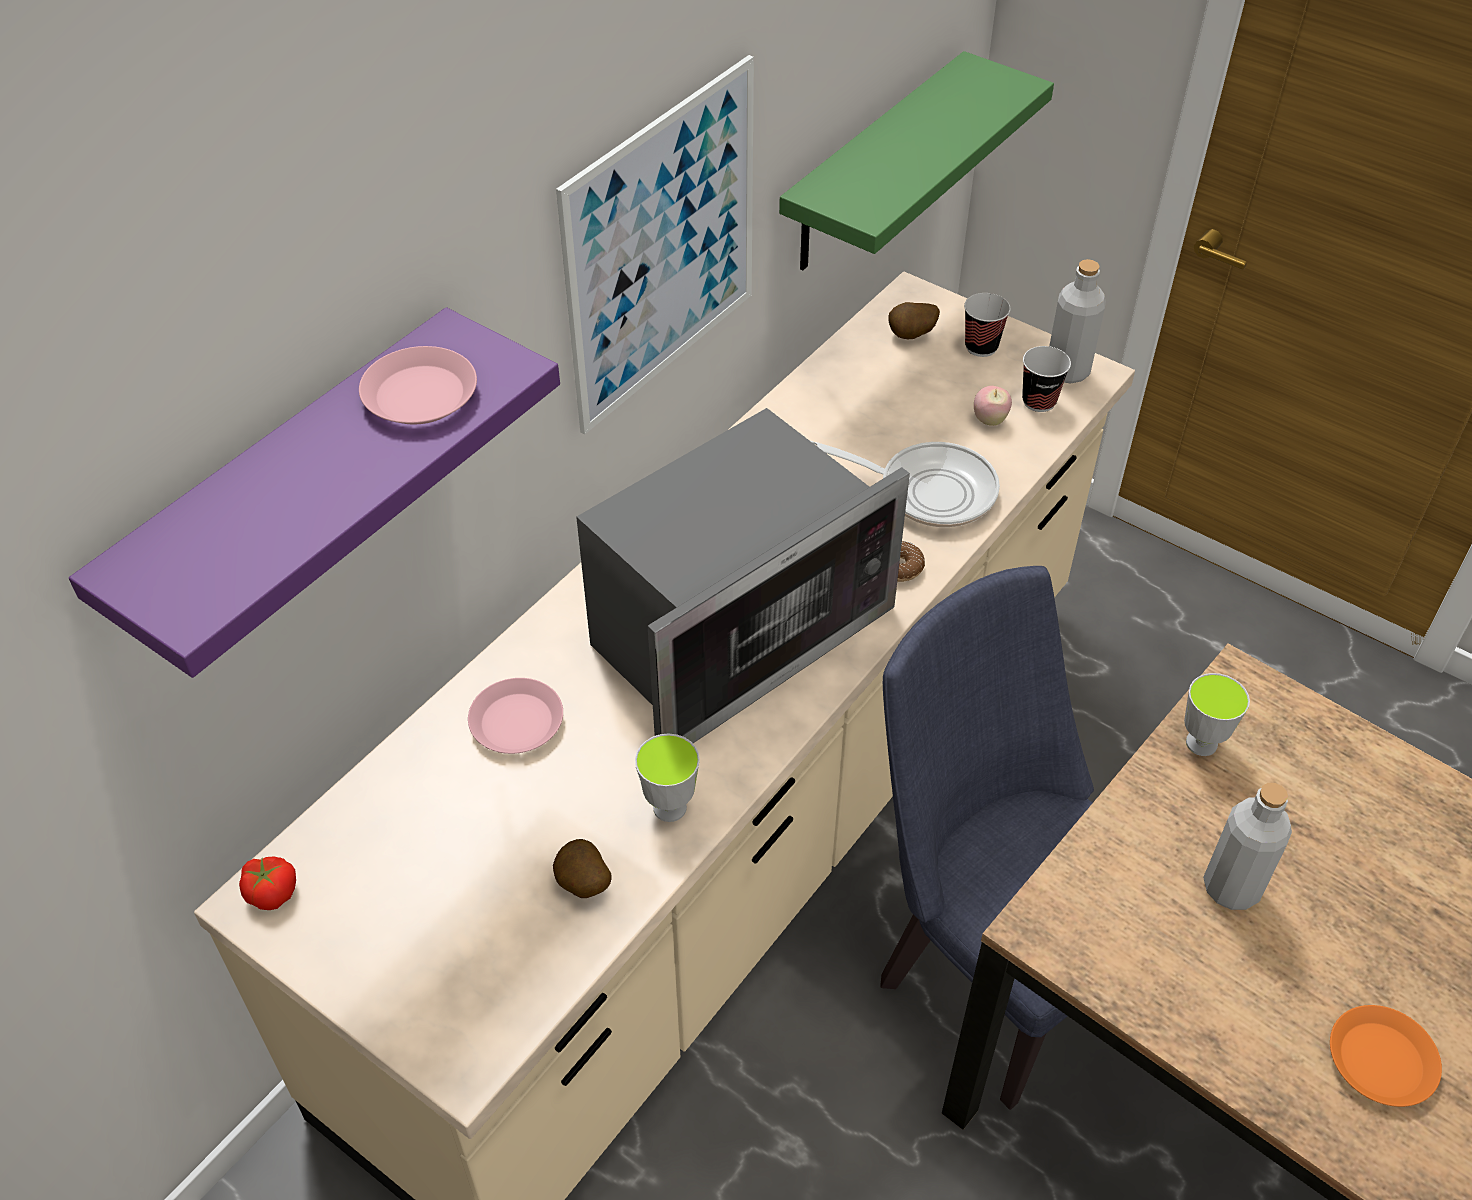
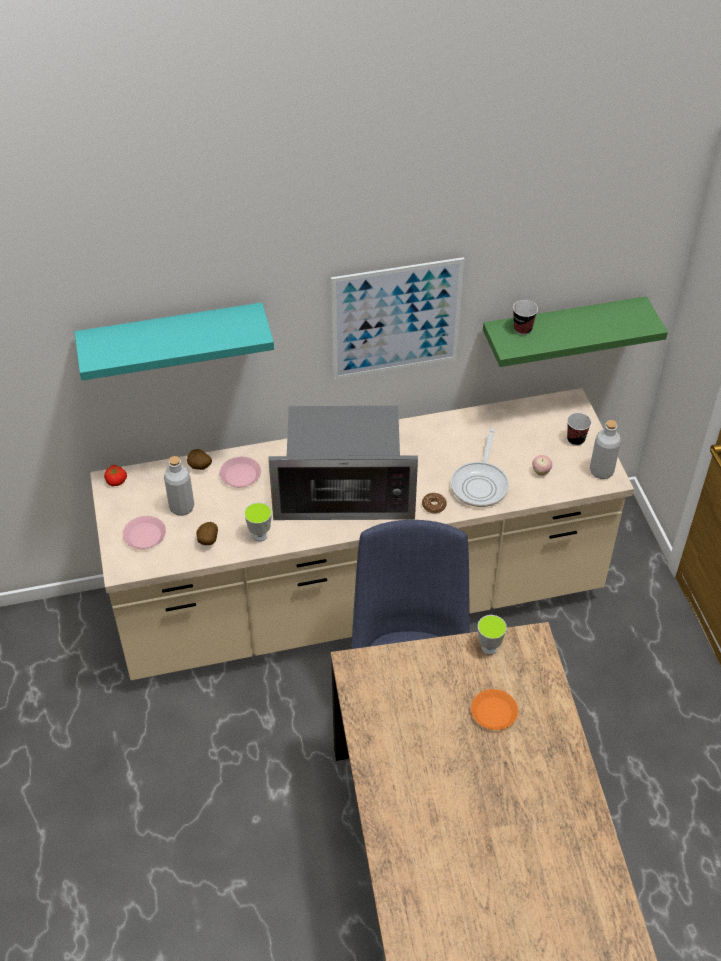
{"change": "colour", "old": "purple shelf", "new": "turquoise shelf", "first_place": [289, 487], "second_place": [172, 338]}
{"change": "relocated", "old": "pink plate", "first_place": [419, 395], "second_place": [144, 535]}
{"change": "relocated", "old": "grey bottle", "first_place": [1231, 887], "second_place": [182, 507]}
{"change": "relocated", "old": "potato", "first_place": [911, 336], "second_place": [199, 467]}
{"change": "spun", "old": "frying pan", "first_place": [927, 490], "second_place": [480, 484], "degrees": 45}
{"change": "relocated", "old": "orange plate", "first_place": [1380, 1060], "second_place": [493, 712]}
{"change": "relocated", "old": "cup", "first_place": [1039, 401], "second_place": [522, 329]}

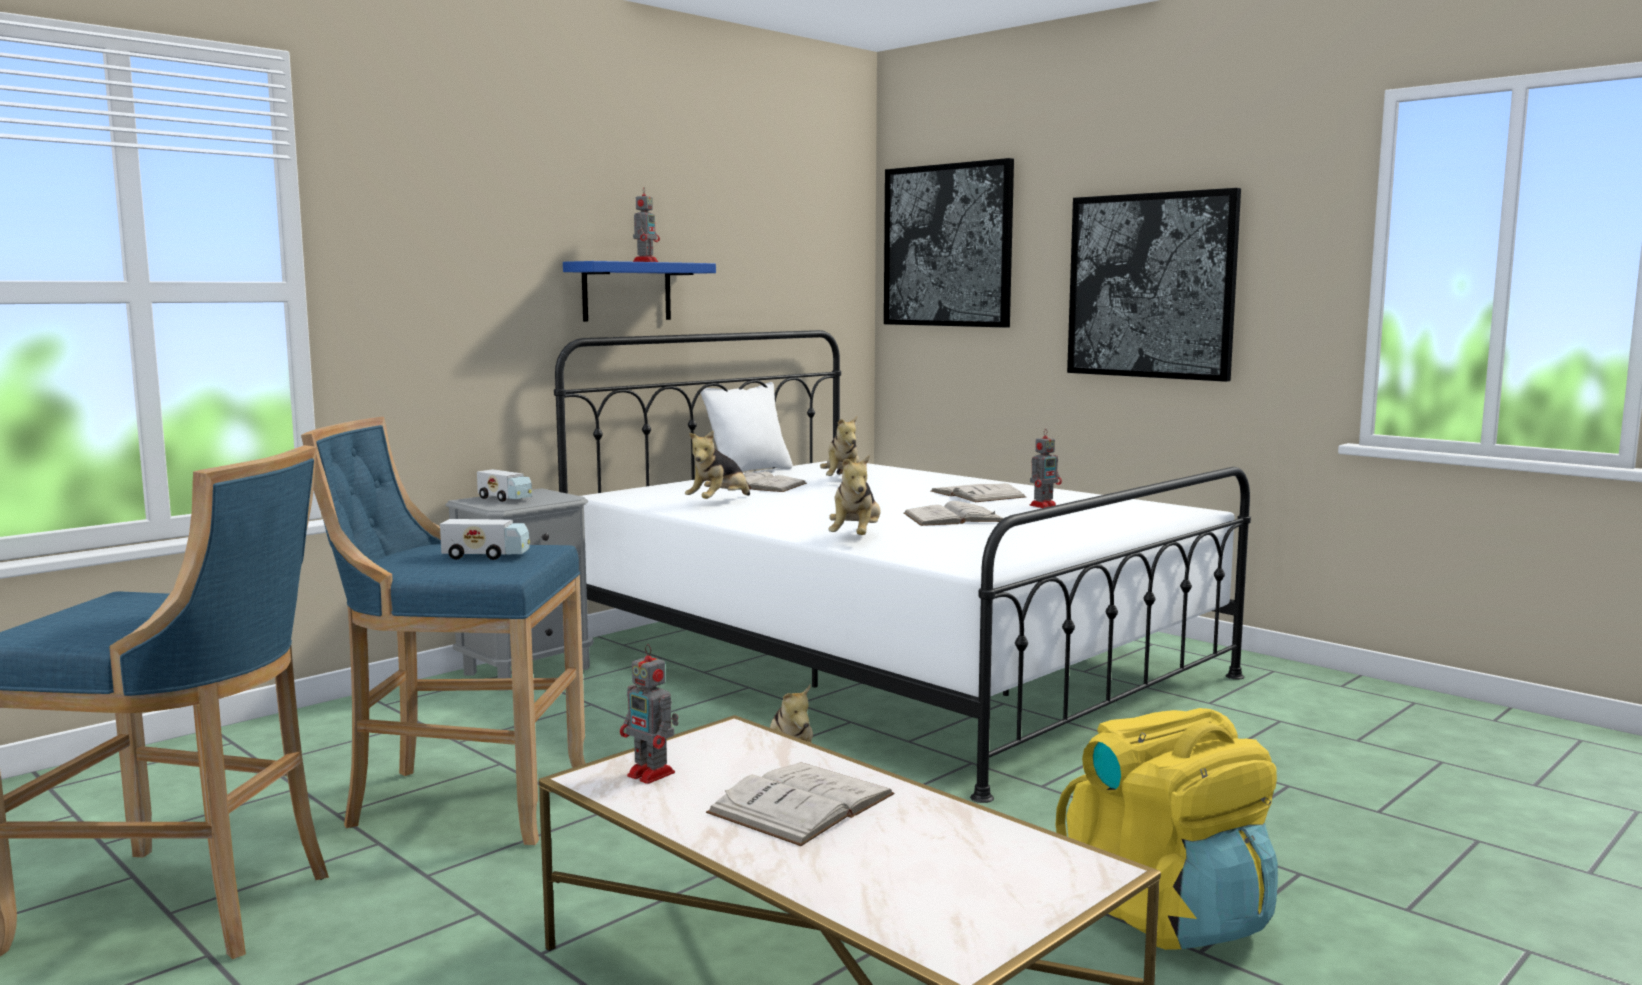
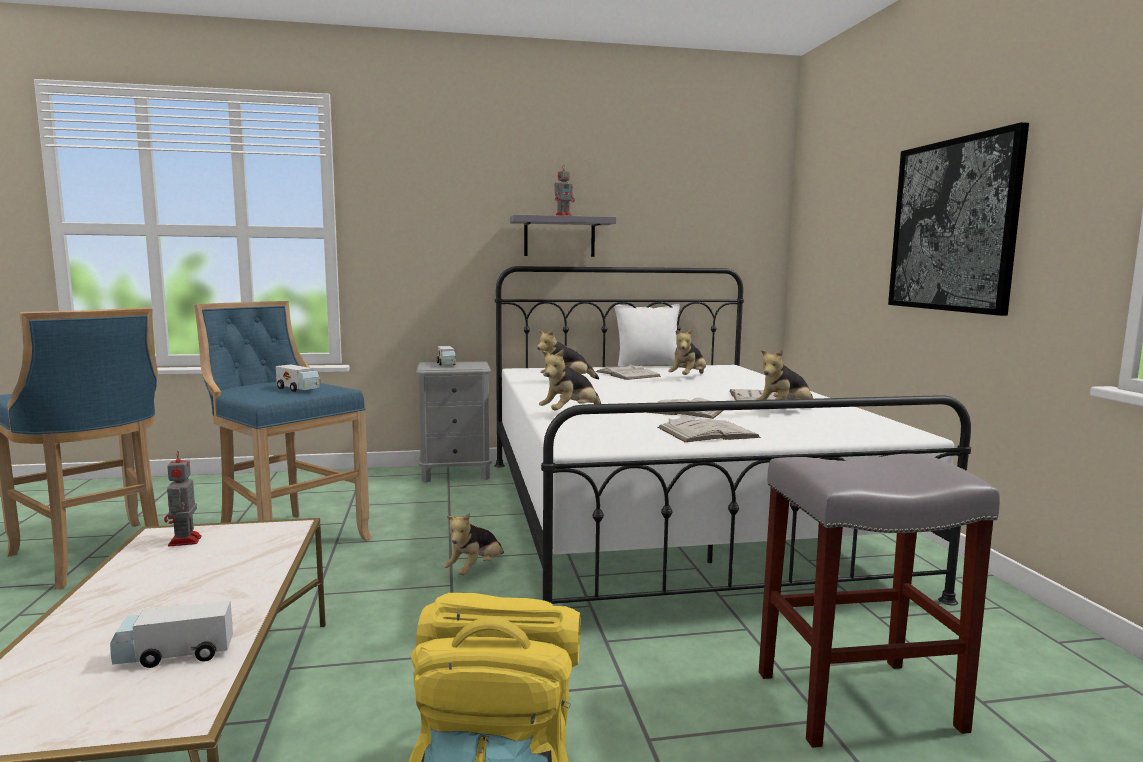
{"change": "appeared", "new": "toy truck", "second_place": [174, 654]}
{"change": "colour", "old": "blue shelf", "new": "grey shelf", "first_place": [626, 291], "second_place": [559, 237]}
{"change": "relocated", "old": "white book", "first_place": [802, 803], "second_place": [707, 432]}
{"change": "exchanged", "old": "toy robot", "new": "plush toy", "first_place": [1044, 505], "second_place": [784, 412]}
{"change": "appeared", "new": "grey stool", "second_place": [859, 700]}
{"change": "missing", "old": "picture", "first_place": [947, 245]}

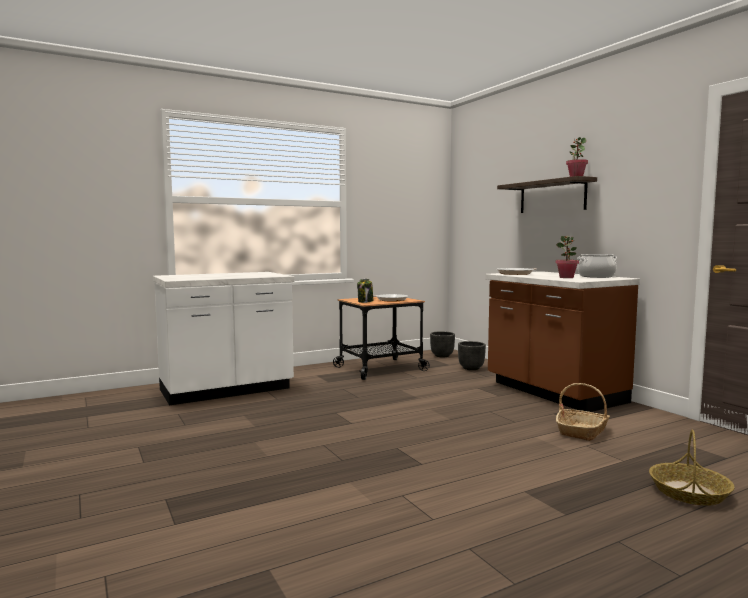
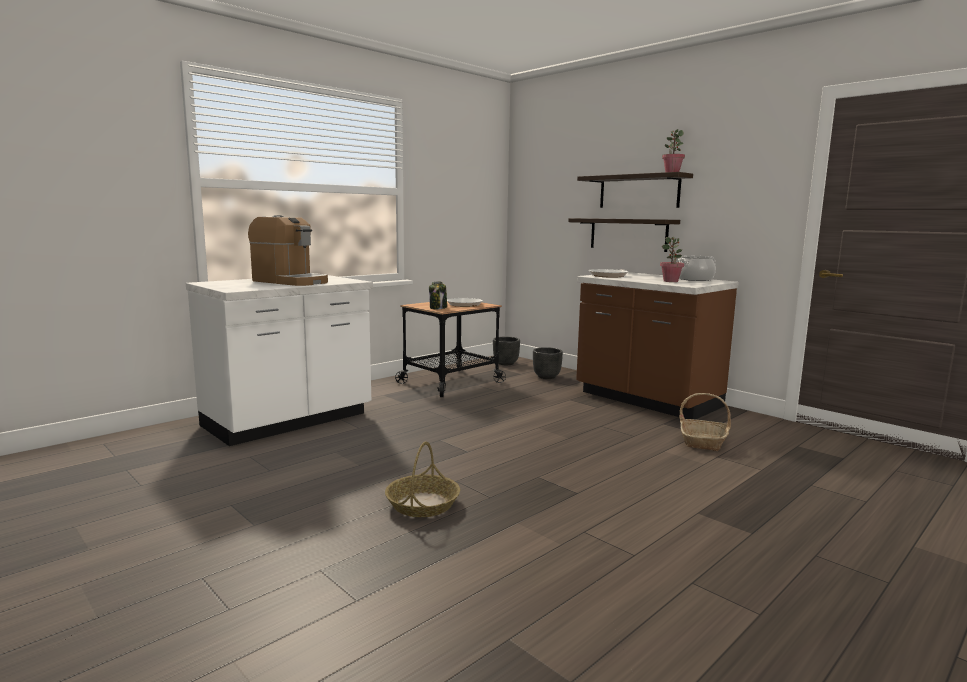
{"change": "appeared", "new": "coffee machine", "second_place": [290, 281]}
{"change": "relocated", "old": "basket", "first_place": [689, 492], "second_place": [423, 504]}
{"change": "appeared", "new": "shelf", "second_place": [628, 234]}

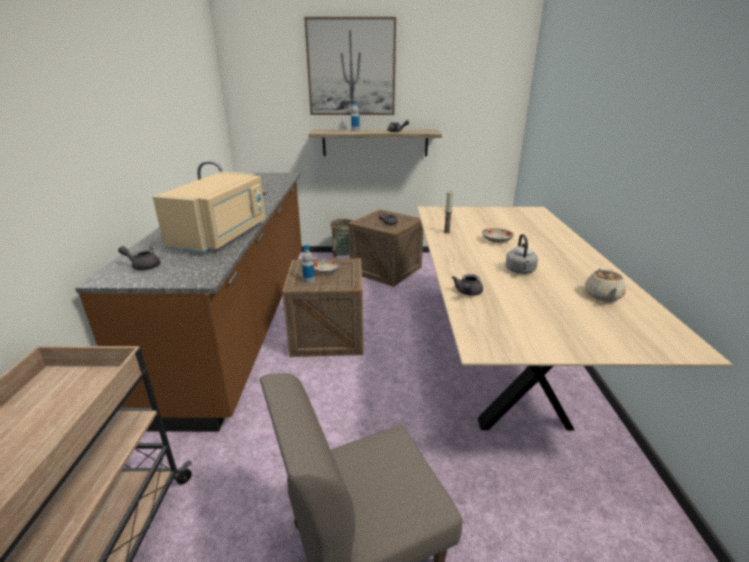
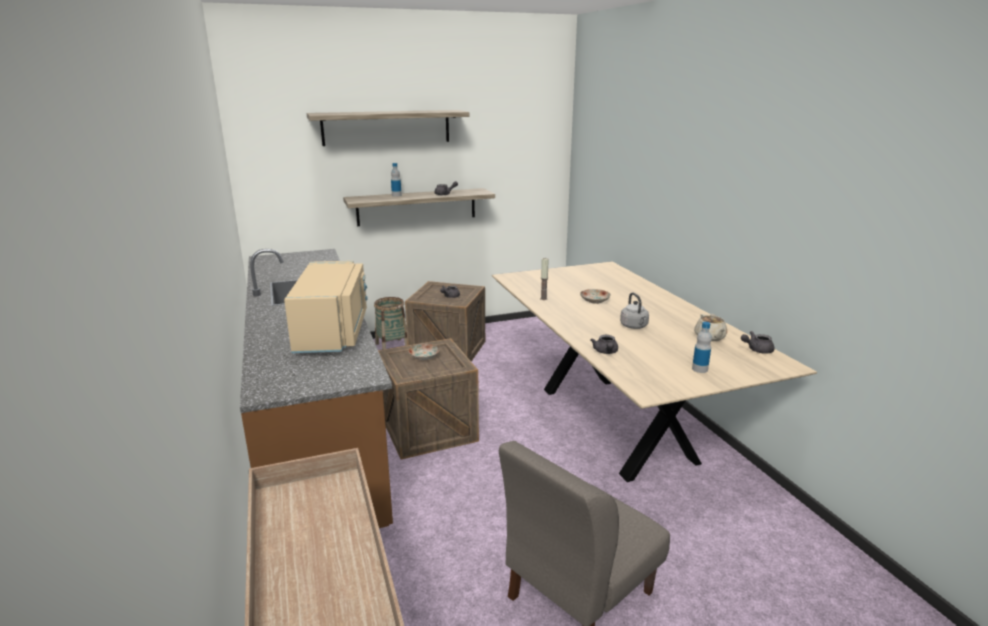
{"change": "exchanged", "old": "picture", "new": "shelf", "first_place": [351, 68], "second_place": [386, 127]}
{"change": "relocated", "old": "bottle", "first_place": [309, 280], "second_place": [699, 369]}
{"change": "relocated", "old": "grey teapot", "first_place": [143, 266], "second_place": [756, 350]}

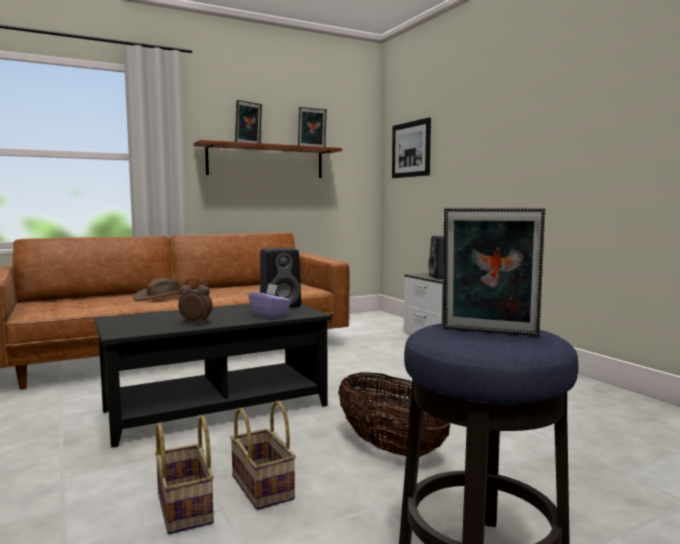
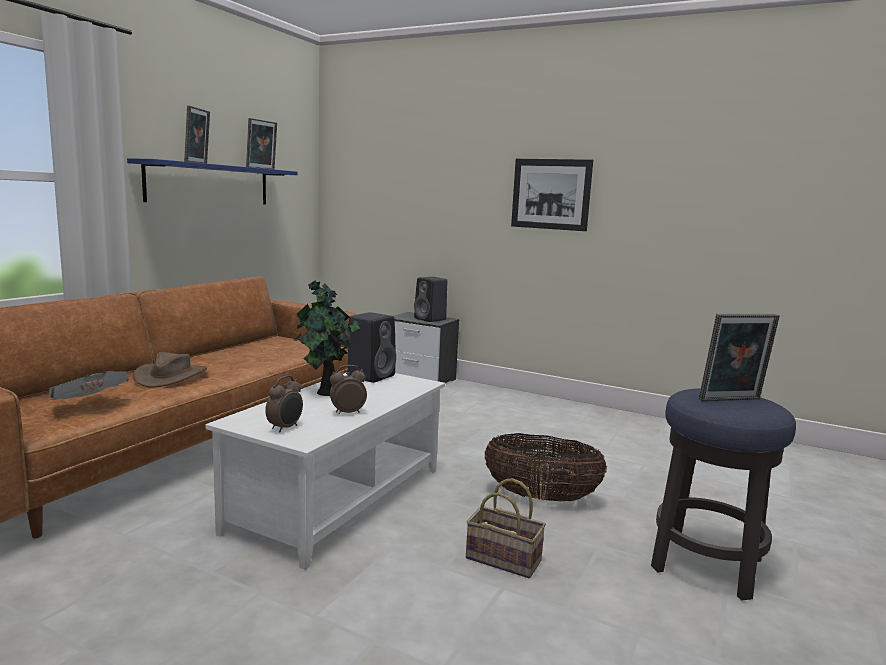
{"change": "appeared", "new": "newspaper", "second_place": [90, 405]}
{"change": "colour", "old": "brown shelf", "new": "blue shelf", "first_place": [266, 161], "second_place": [210, 184]}
{"change": "colour", "old": "black coffee table", "new": "white coffee table", "first_place": [216, 407], "second_place": [337, 498]}
{"change": "appeared", "new": "alarm clock", "second_place": [285, 428]}
{"change": "appeared", "new": "potted plant", "second_place": [326, 393]}
{"change": "relocated", "old": "picture", "first_place": [411, 149], "second_place": [551, 194]}
{"change": "missing", "old": "basket", "first_place": [186, 509]}
{"change": "missing", "old": "purple tissue box", "first_place": [270, 315]}

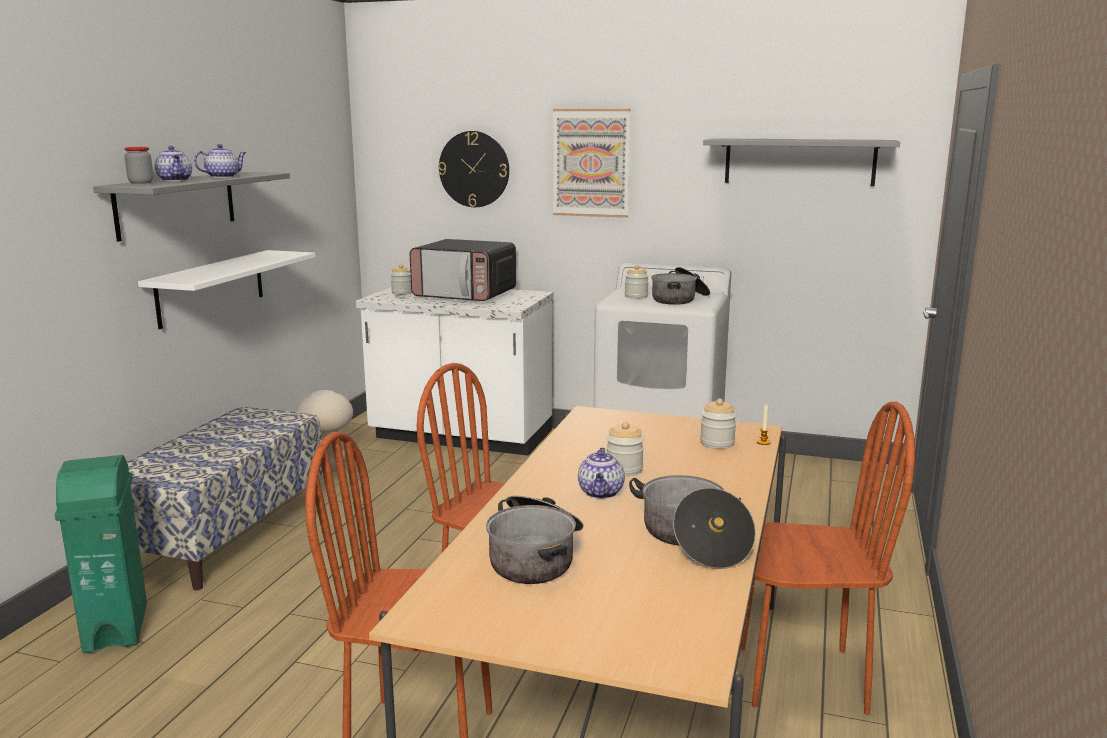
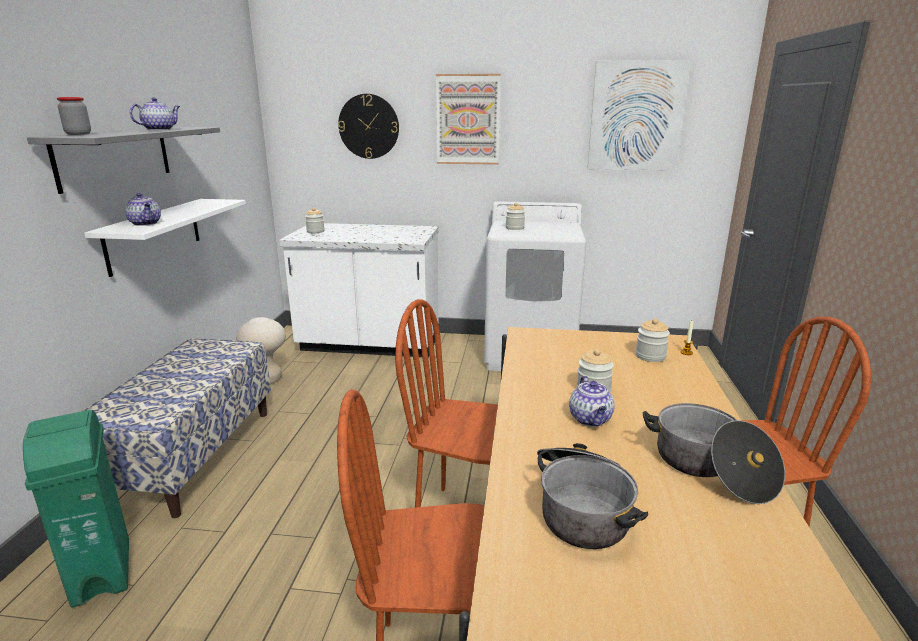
{"change": "relocated", "old": "teapot", "first_place": [175, 180], "second_place": [146, 224]}
{"change": "exchanged", "old": "grey shelf", "new": "picture", "first_place": [799, 161], "second_place": [636, 116]}
{"change": "missing", "old": "microwave", "first_place": [465, 295]}
{"change": "missing", "old": "cooking pot", "first_place": [680, 299]}

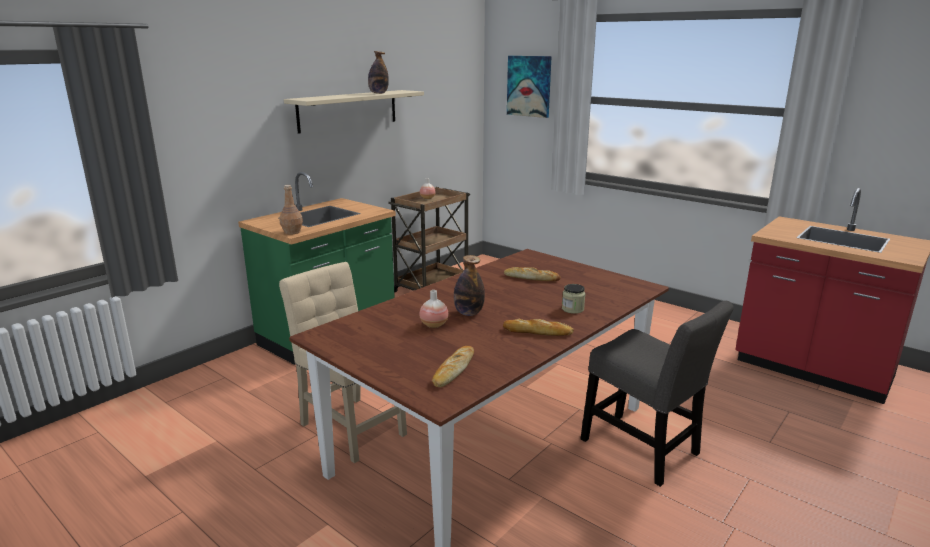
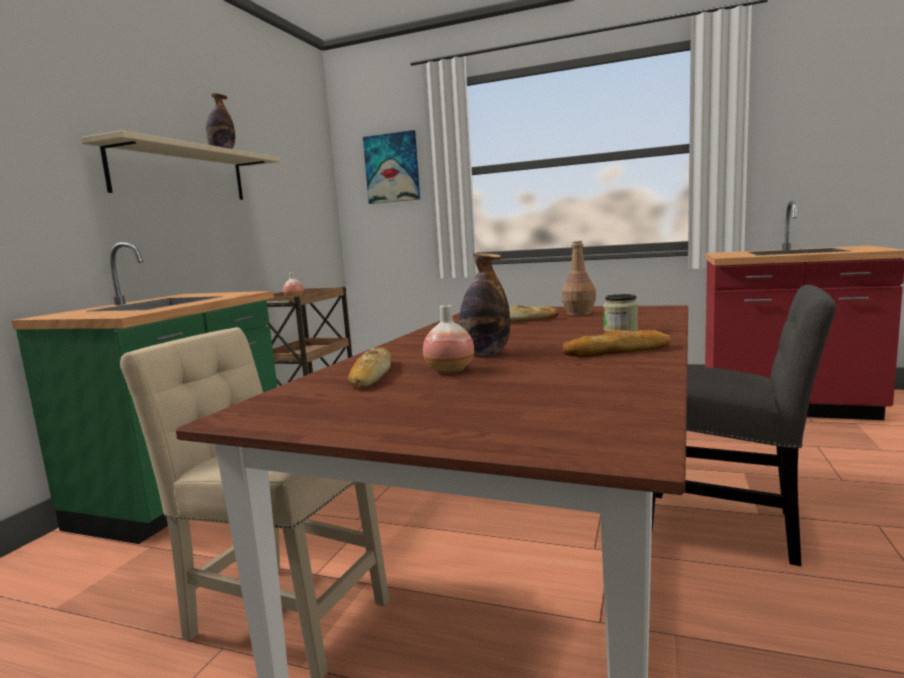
{"change": "relocated", "old": "bread", "first_place": [453, 370], "second_place": [372, 374]}
{"change": "relocated", "old": "brown bottle", "first_place": [292, 232], "second_place": [579, 314]}

